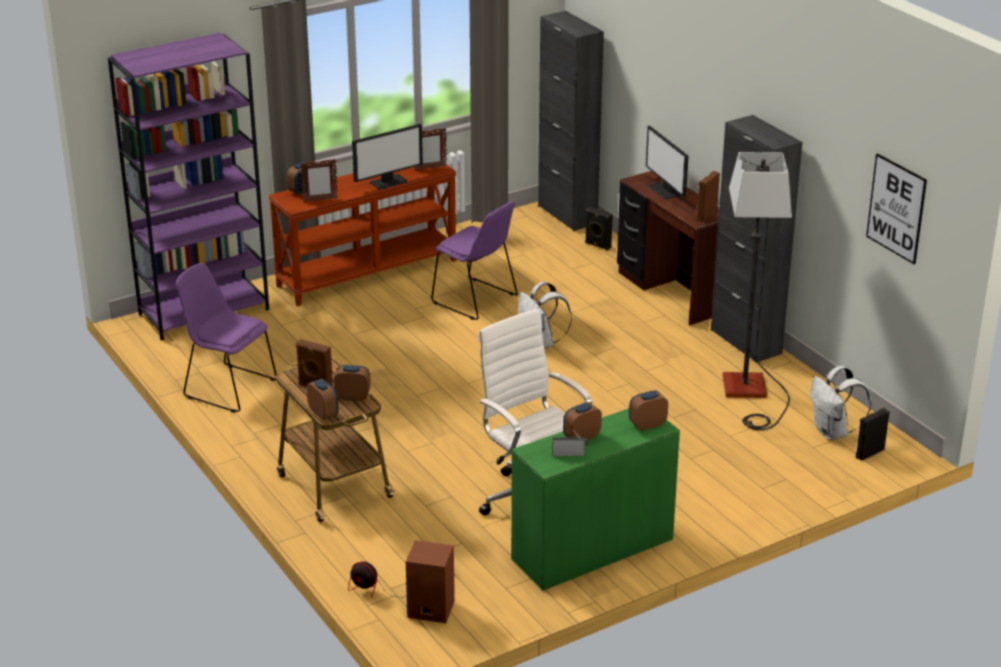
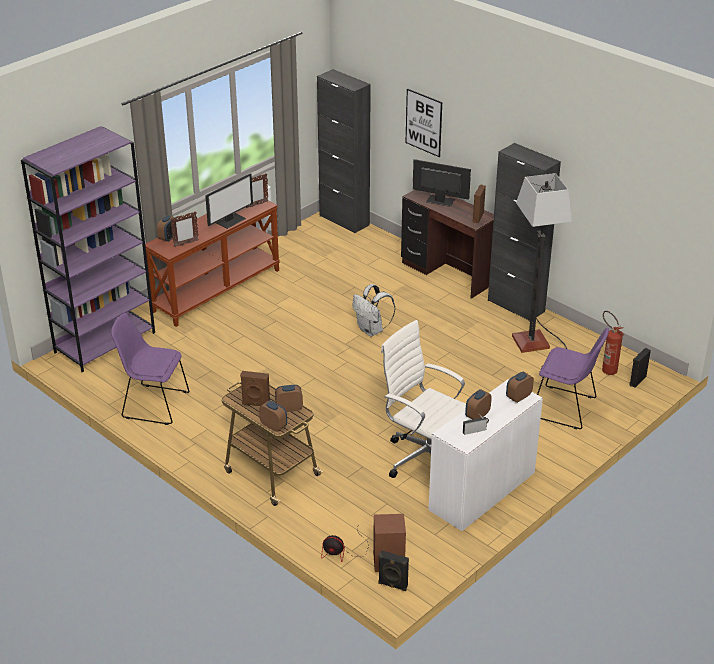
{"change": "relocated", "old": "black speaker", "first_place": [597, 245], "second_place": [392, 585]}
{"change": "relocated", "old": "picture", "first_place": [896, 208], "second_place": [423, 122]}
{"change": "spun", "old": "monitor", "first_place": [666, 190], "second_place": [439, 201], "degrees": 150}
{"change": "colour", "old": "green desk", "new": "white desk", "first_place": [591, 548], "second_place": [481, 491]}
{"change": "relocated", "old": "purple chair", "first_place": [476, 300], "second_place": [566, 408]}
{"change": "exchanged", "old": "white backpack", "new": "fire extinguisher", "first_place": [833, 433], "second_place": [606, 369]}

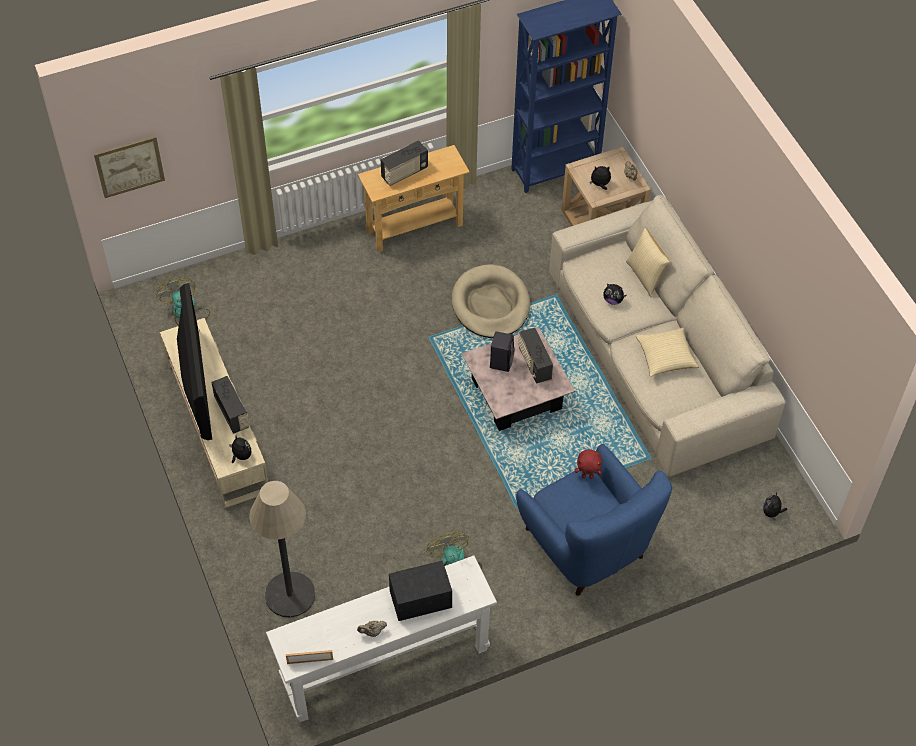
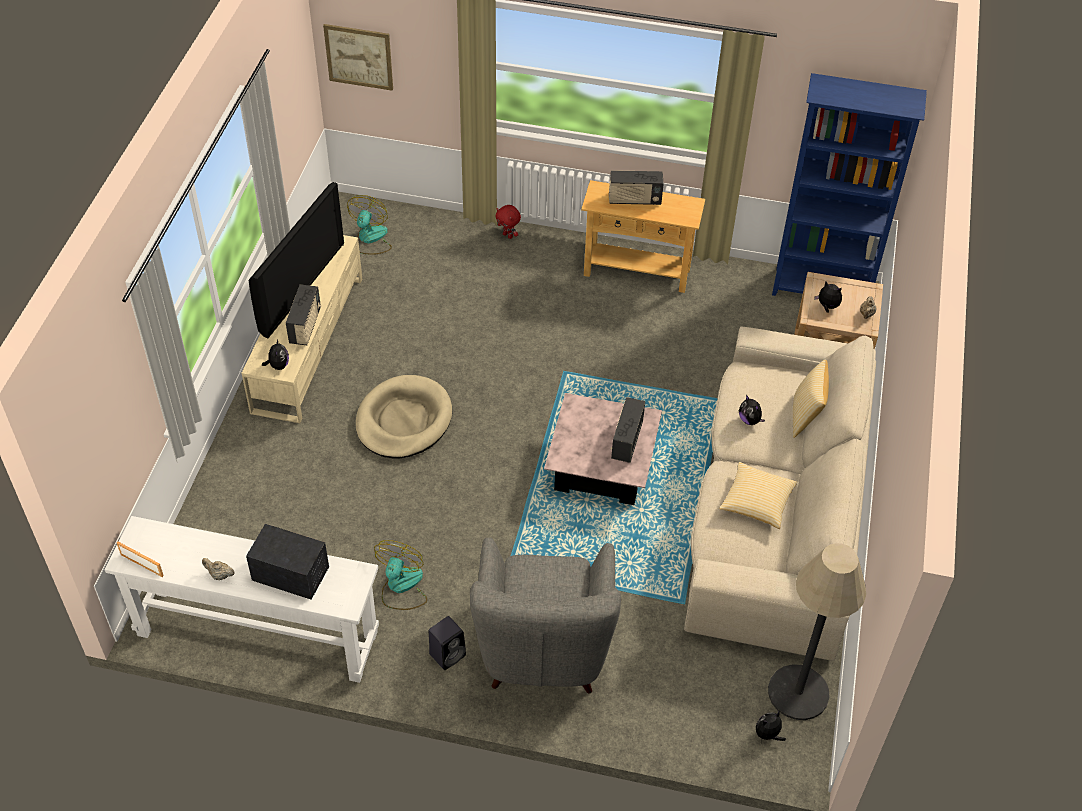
{"change": "relocated", "old": "beige dog bed", "first_place": [490, 304], "second_place": [403, 420]}
{"change": "relocated", "old": "black speaker", "first_place": [501, 361], "second_place": [448, 654]}
{"change": "colour", "old": "blue armchair", "new": "grey armchair", "first_place": [587, 546], "second_place": [543, 647]}
{"change": "relocated", "old": "red plush toy", "first_place": [587, 476], "second_place": [508, 235]}
{"change": "relocated", "old": "floor lamp", "first_place": [290, 594], "second_place": [798, 692]}

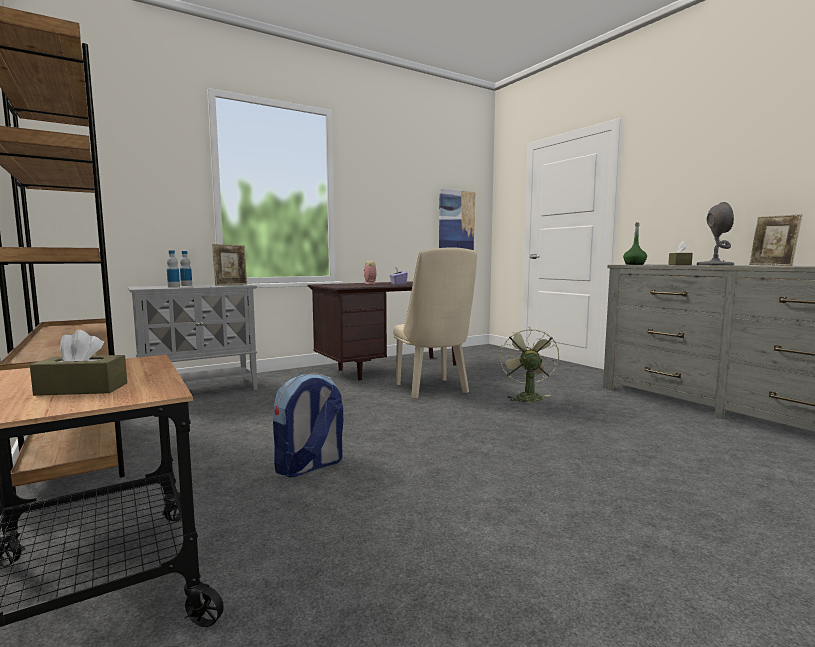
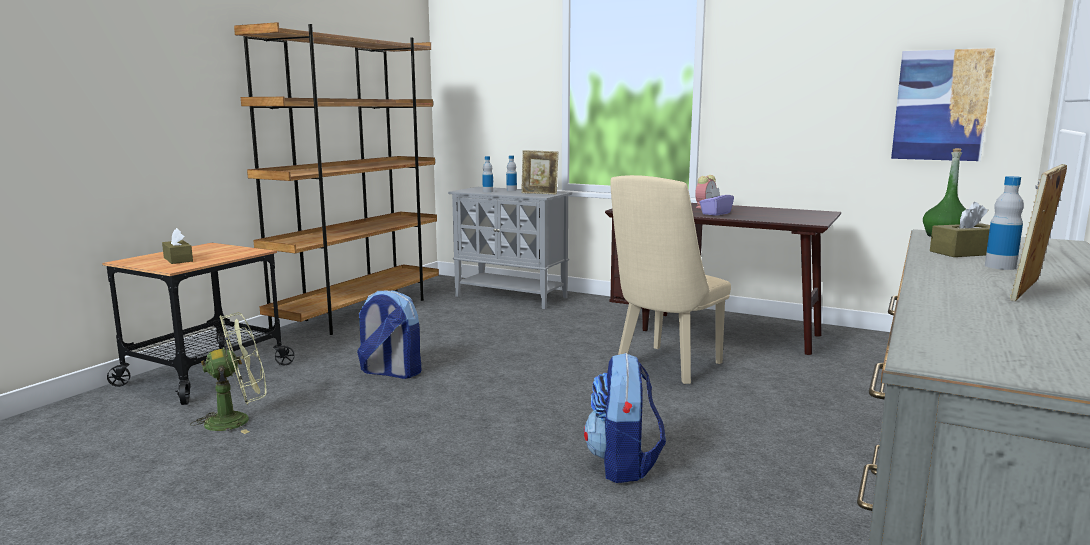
{"change": "relocated", "old": "green fan", "first_place": [526, 396], "second_place": [237, 420]}
{"change": "appeared", "new": "backpack", "second_place": [623, 465]}
{"change": "exchanged", "old": "grey table lamp", "new": "bottle", "first_place": [714, 265], "second_place": [1000, 266]}

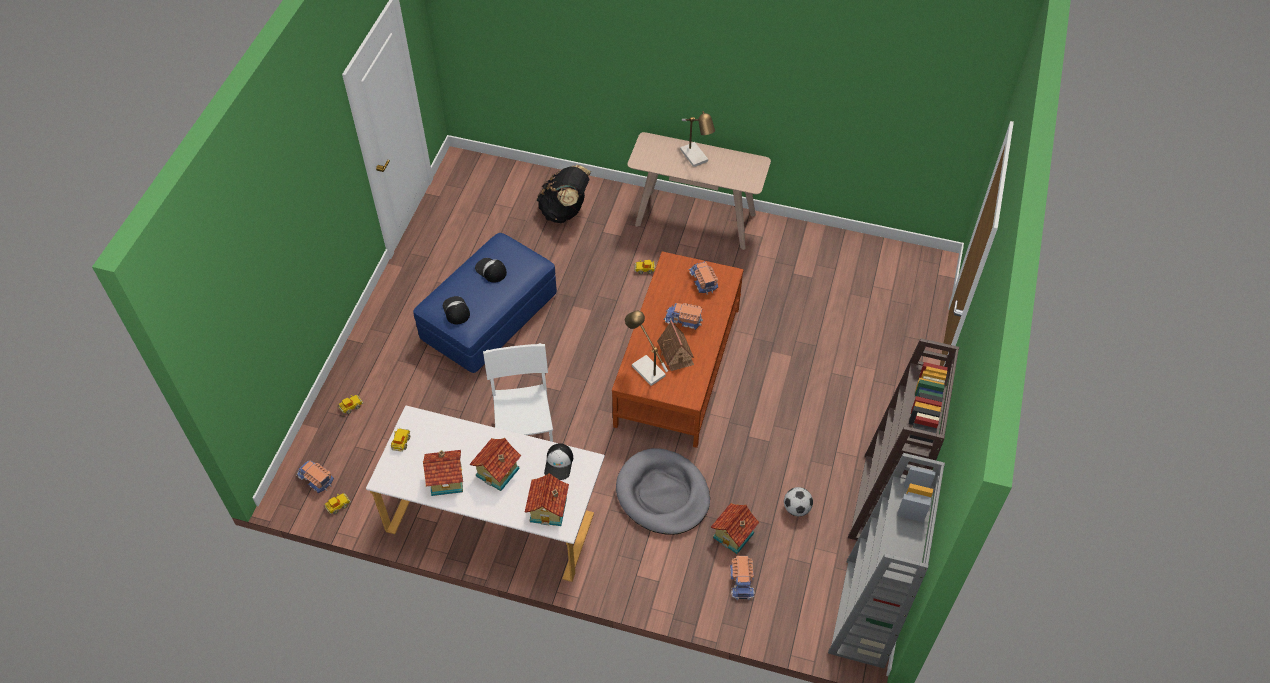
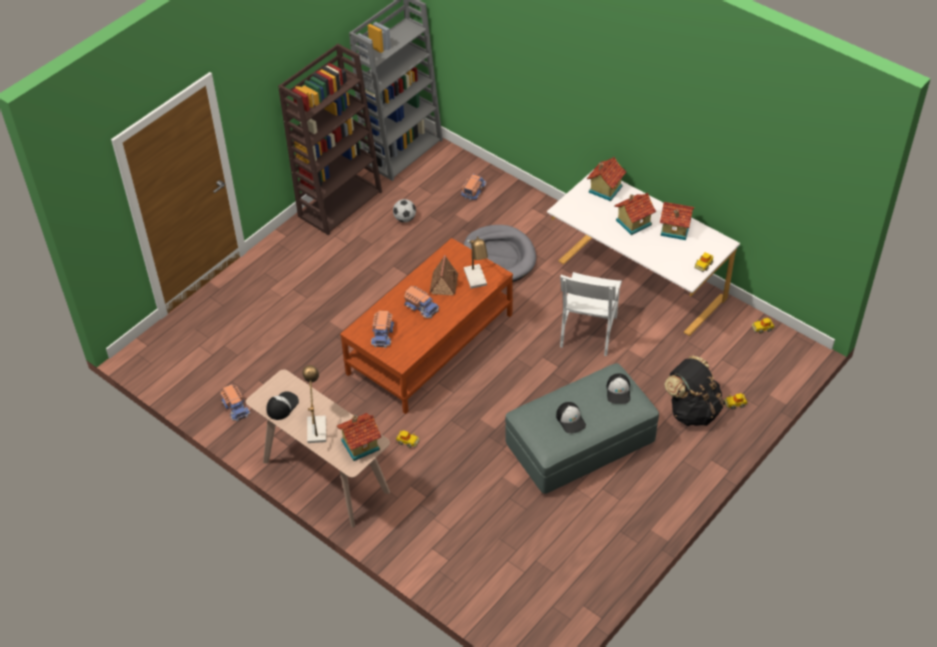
{"change": "relocated", "old": "toy truck", "first_place": [315, 479], "second_place": [236, 407]}
{"change": "relocated", "old": "cap", "first_place": [559, 464], "second_place": [282, 406]}
{"change": "relocated", "old": "toy house", "first_place": [734, 536], "second_place": [359, 444]}
{"change": "colour", "old": "blue ottoman", "new": "grey ottoman", "first_place": [489, 317], "second_place": [580, 444]}
{"change": "relocated", "old": "black backpack", "first_place": [565, 211], "second_place": [693, 410]}

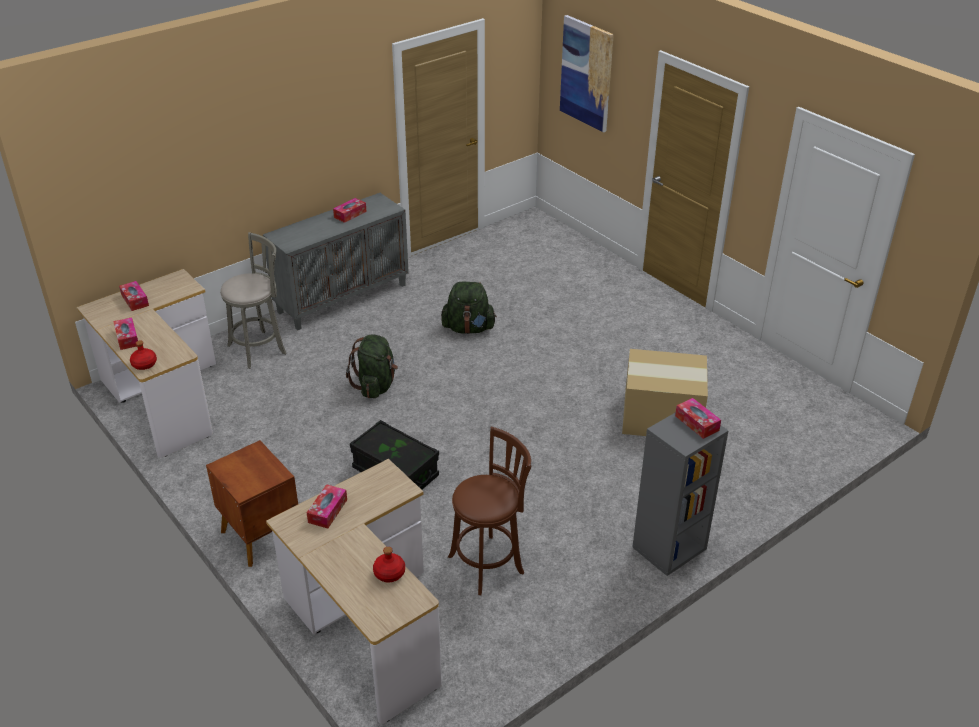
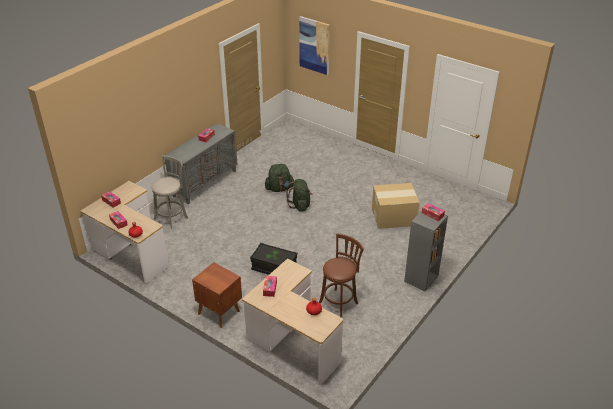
{"change": "relocated", "old": "green backpack", "first_place": [375, 386], "second_place": [300, 205]}

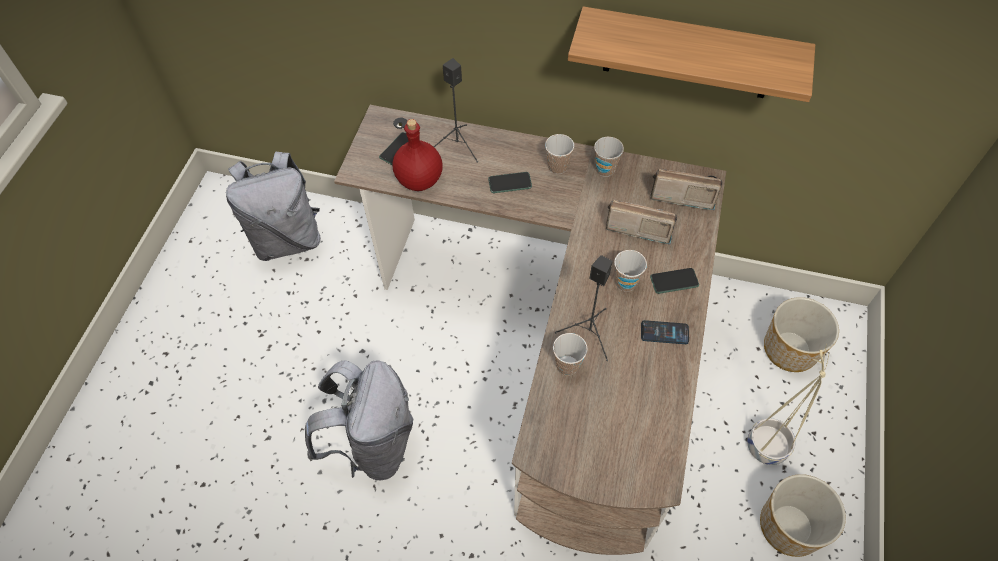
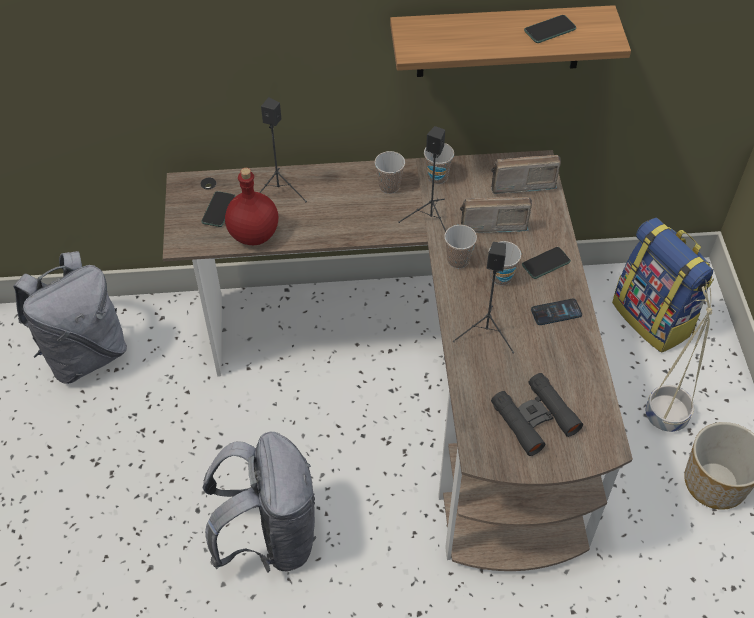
{"change": "appeared", "new": "black speaker", "second_place": [431, 221]}
{"change": "relocated", "old": "cup", "first_place": [567, 365], "second_place": [458, 260]}
{"change": "appeared", "new": "black binoculars", "second_place": [534, 418]}
{"change": "relocated", "old": "phone", "first_place": [510, 183], "second_place": [550, 30]}
{"change": "exchanged", "old": "planter", "new": "backpack", "first_place": [790, 349], "second_place": [654, 318]}

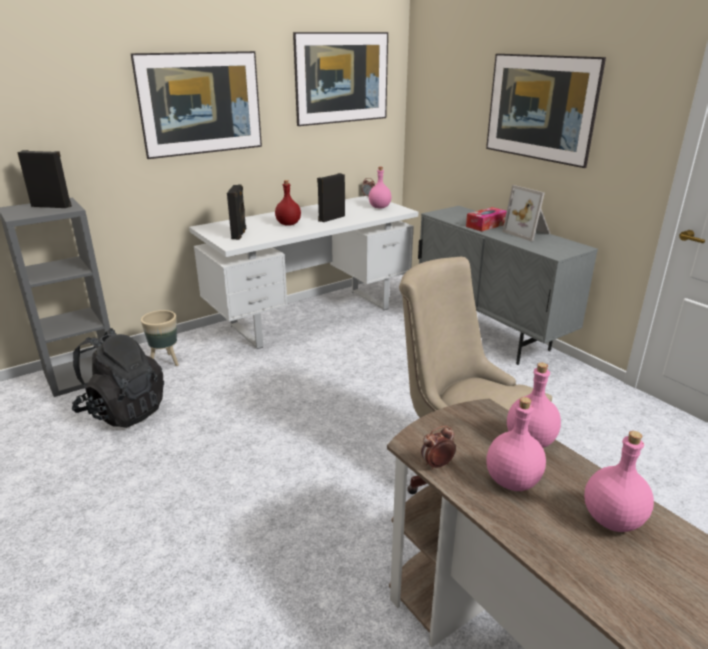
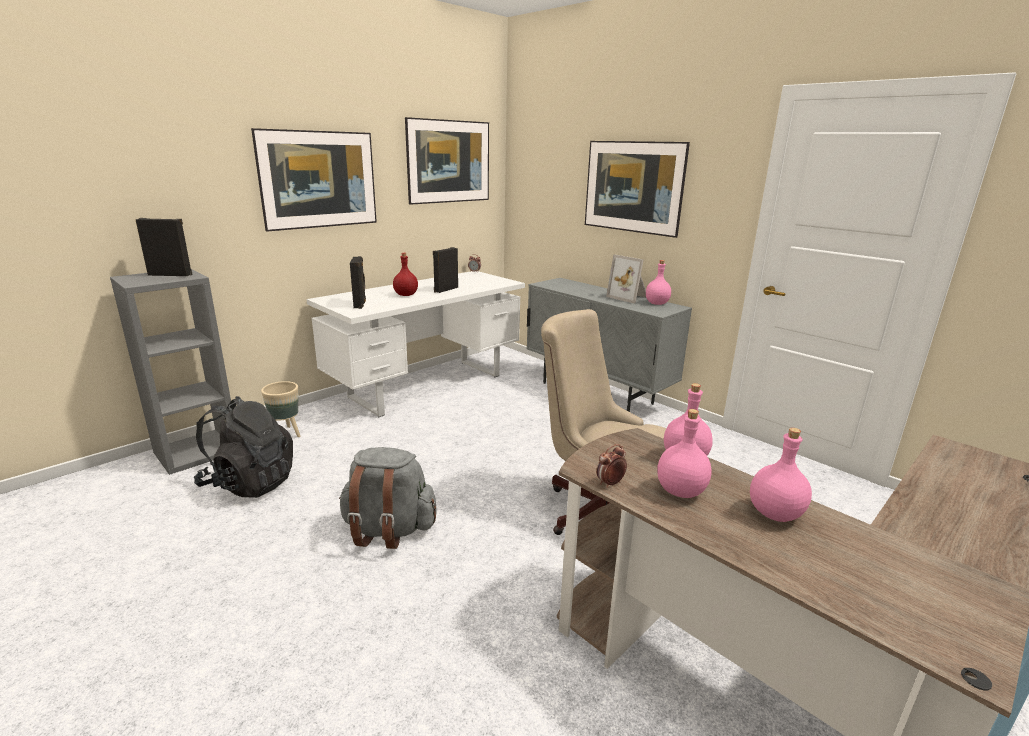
{"change": "appeared", "new": "grey backpack", "second_place": [388, 530]}
{"change": "relocated", "old": "pink bottle", "first_place": [380, 207], "second_place": [657, 303]}
{"change": "missing", "old": "tissue box", "first_place": [486, 225]}

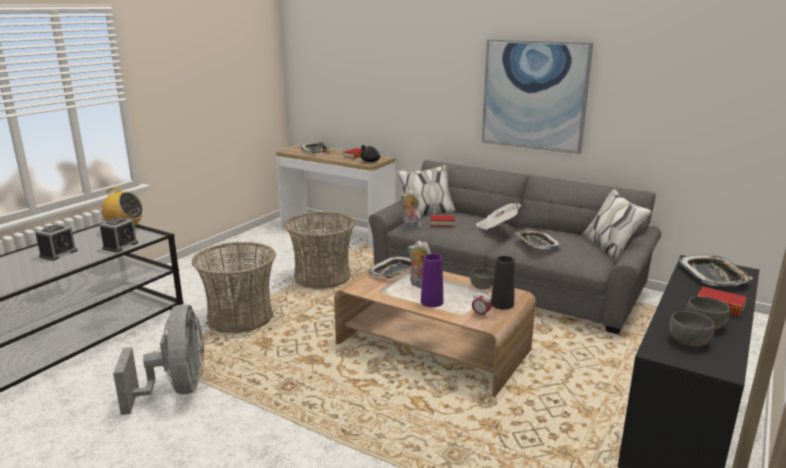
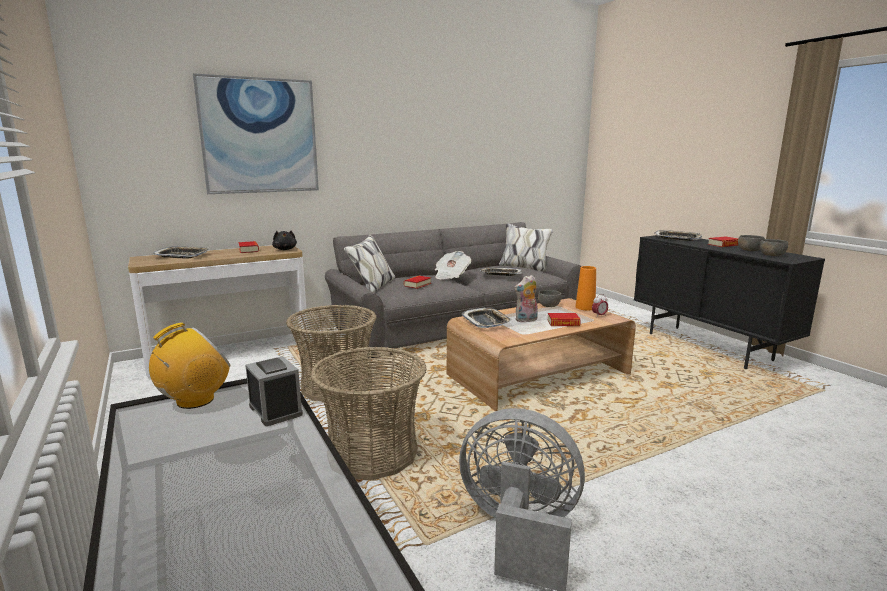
{"change": "relocated", "old": "picture", "first_place": [534, 95], "second_place": [259, 136]}
{"change": "exchanged", "old": "purple vase", "new": "book", "first_place": [432, 302], "second_place": [563, 323]}
{"change": "colour", "old": "black vase", "new": "orange vase", "first_place": [502, 304], "second_place": [585, 307]}
{"change": "missing", "old": "alarm clock", "first_place": [58, 254]}
{"change": "missing", "old": "plush toy", "first_place": [410, 227]}

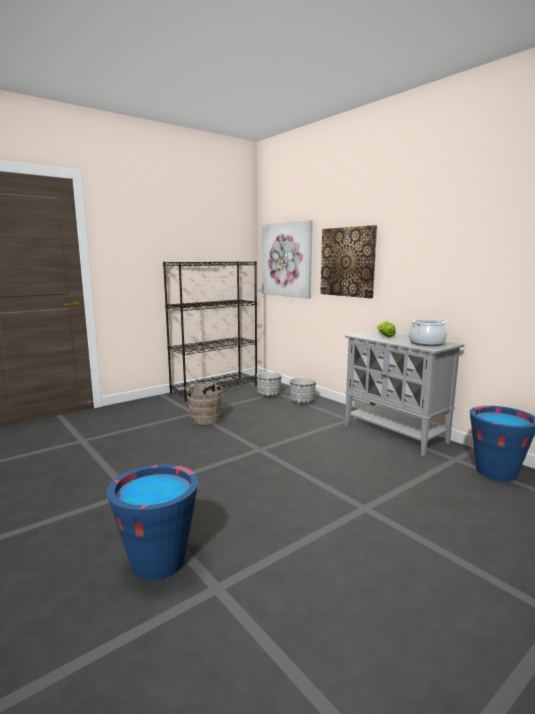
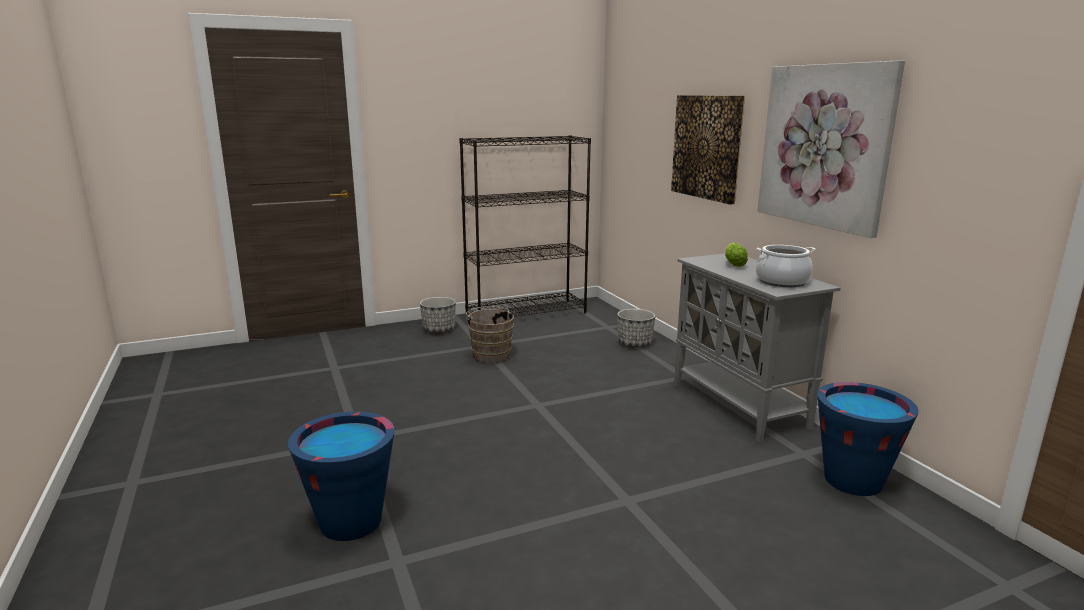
{"change": "relocated", "old": "planter", "first_place": [268, 395], "second_place": [438, 330]}
{"change": "relocated", "old": "picture", "first_place": [286, 259], "second_place": [824, 146]}

